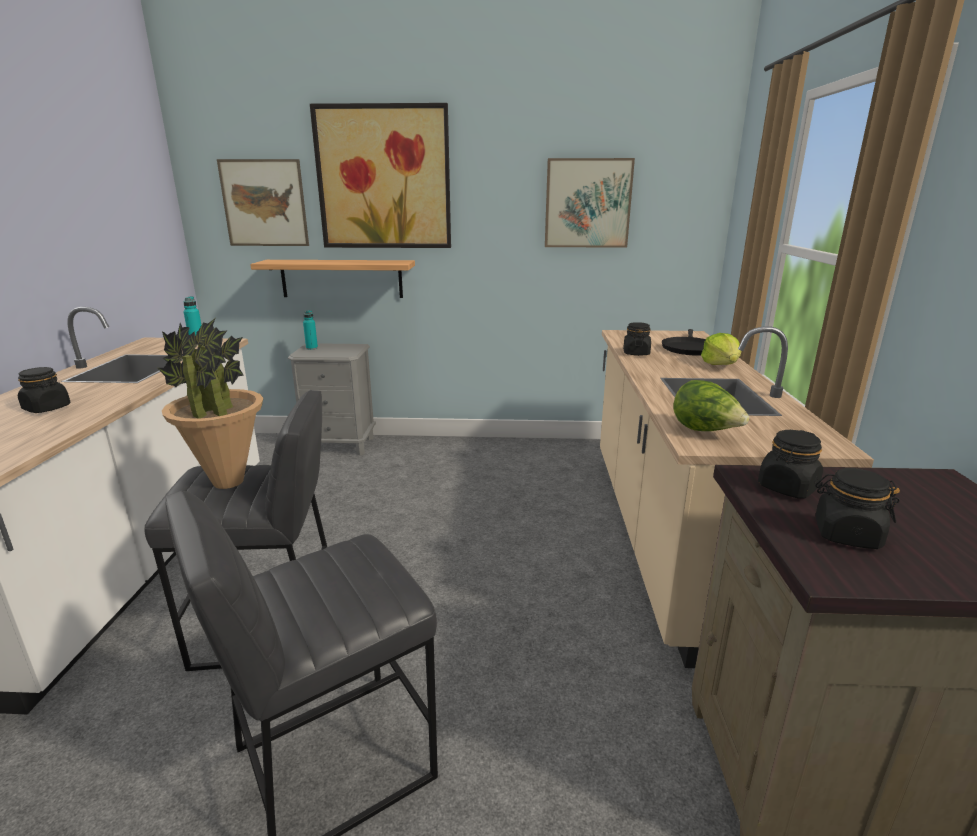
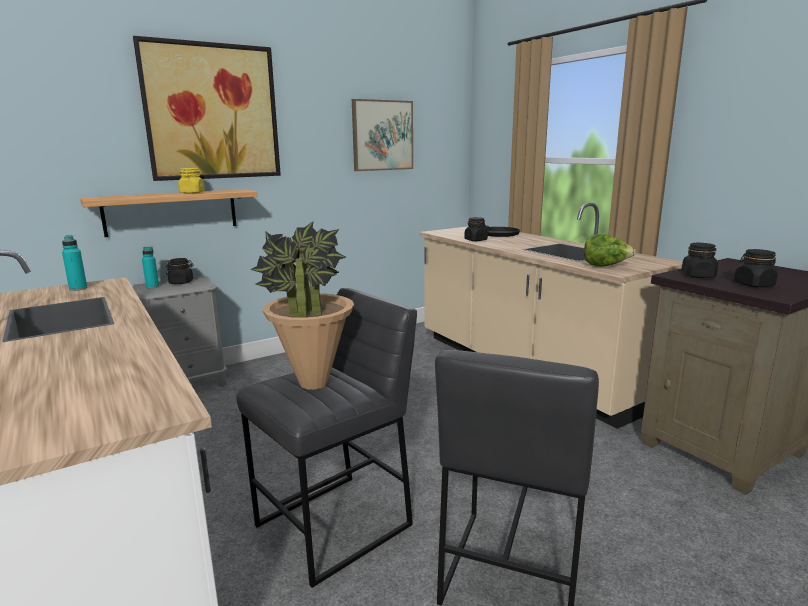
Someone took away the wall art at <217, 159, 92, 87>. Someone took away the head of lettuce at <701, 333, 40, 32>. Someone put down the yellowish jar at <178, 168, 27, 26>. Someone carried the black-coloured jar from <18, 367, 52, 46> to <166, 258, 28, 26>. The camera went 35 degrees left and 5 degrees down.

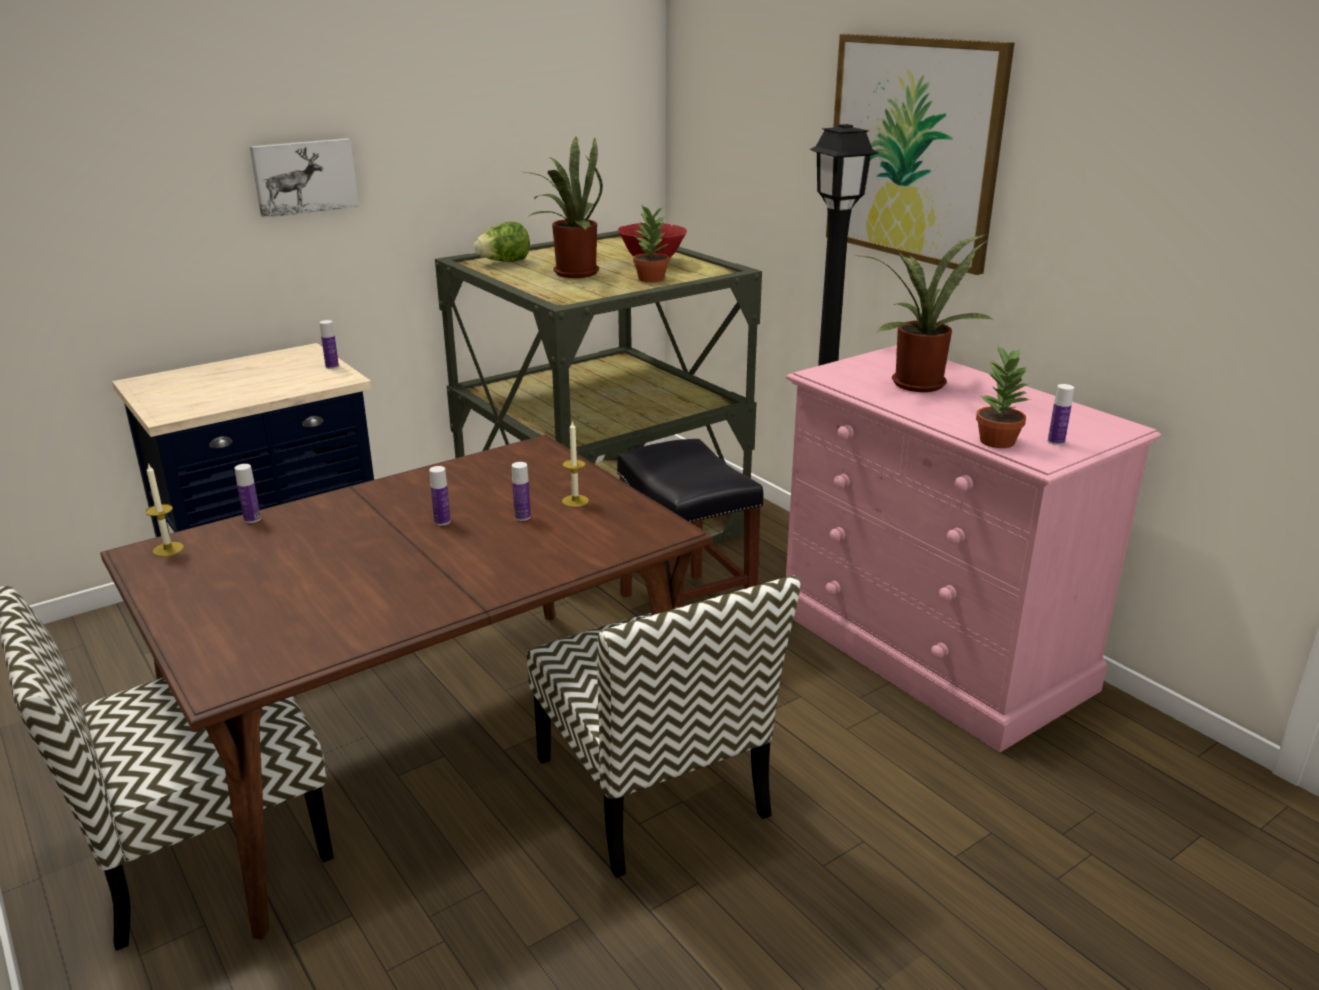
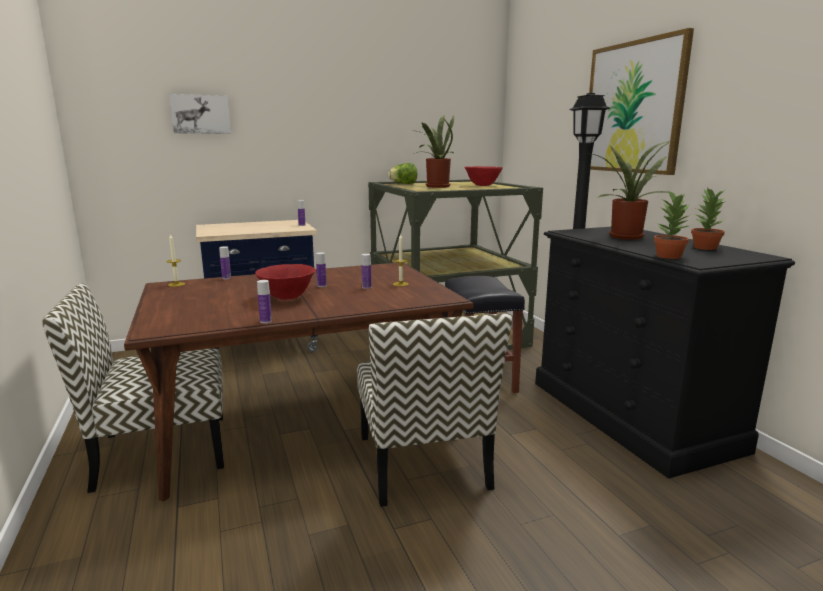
Someone put down the reddish bowl at <255, 264, 61, 36>. Someone carried the wall art from <250, 138, 109, 80> to <169, 94, 62, 40>. Someone carried the plant in a pot from <633, 206, 36, 76> to <691, 187, 35, 63>. Someone carried the drink bottle from <1048, 384, 26, 61> to <257, 280, 15, 43>. Someone repainted the pink-coloured drawer chest at <786, 345, 375, 408>, which became the black-coloured drawer chest at <535, 227, 260, 252>. The camera went 15 degrees right and 10 degrees down.

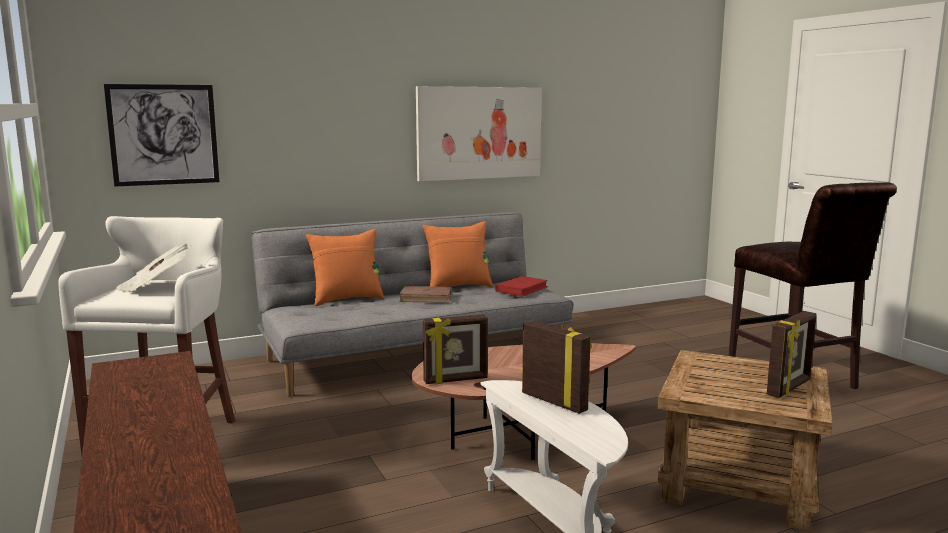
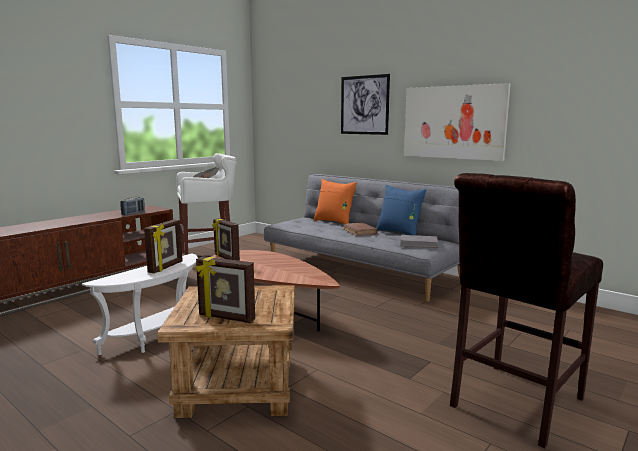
Someone put down the radio at <120, 197, 25, 18>. Someone carried the wall art from <104, 84, 115, 102> to <341, 74, 49, 61>. Someone repainted the orange cushion at <422, 221, 71, 66>, which became the blue-coloured cushion at <376, 185, 50, 50>. Someone repainted the reddish bound book at <495, 276, 54, 21>, which became the greyish bound book at <400, 235, 38, 13>. The camera went 65 degrees right and 0 degrees up.

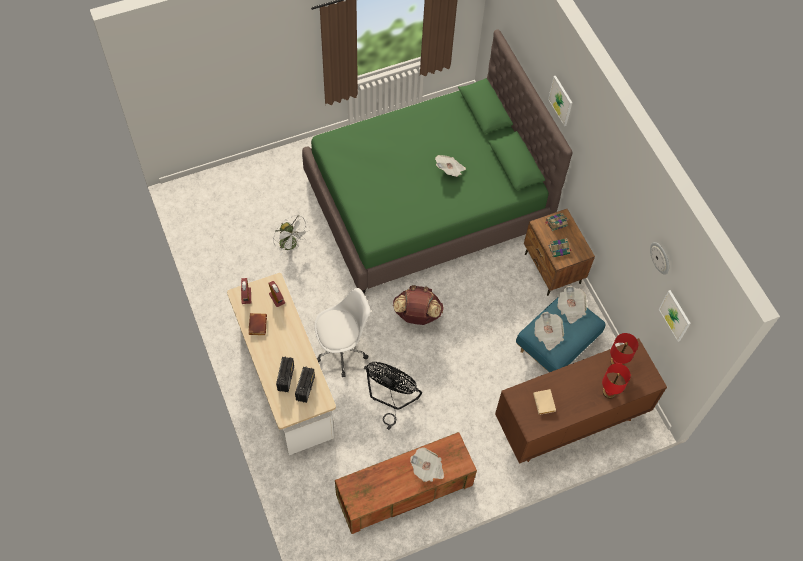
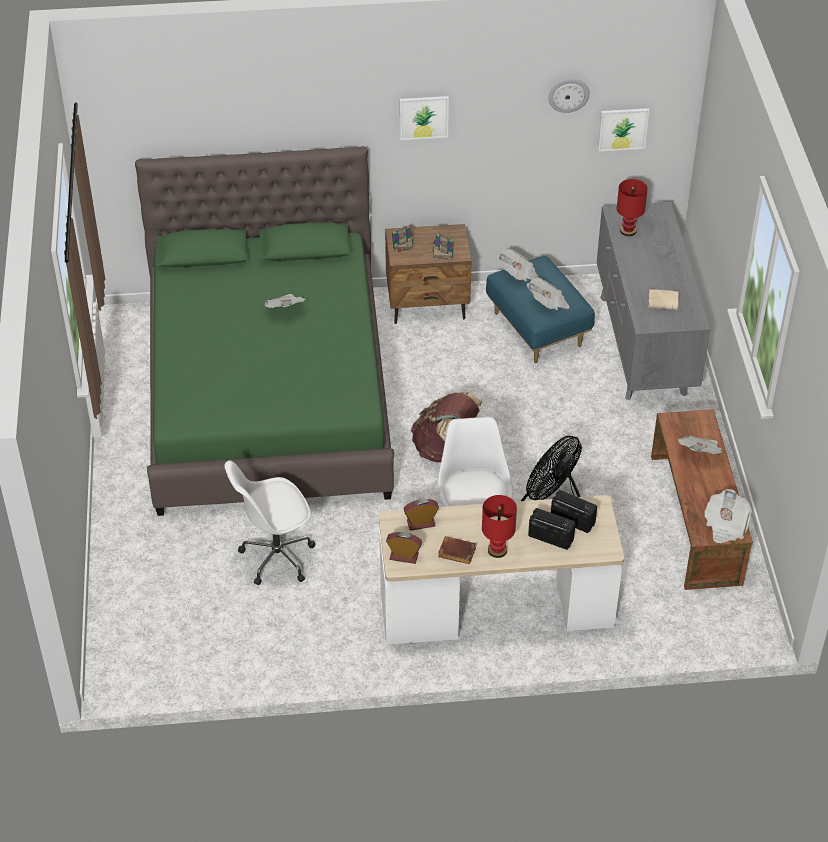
Someone put down the newspaper at <704, 489, 48, 54>. Someone carried the wall art from <548, 76, 24, 50> to <400, 96, 49, 44>. Someone carried the reddish lamp for a table from <602, 363, 29, 36> to <482, 495, 35, 63>. Someone swapped the white-coloured fan at <273, 215, 36, 41> for the white-coloured office chair at <224, 460, 92, 125>. Someone repainted the brownish drawer chest at <495, 338, 172, 126>, which became the greyish drawer chest at <597, 202, 113, 198>. The camera went 70 degrees left and 15 degrees down.

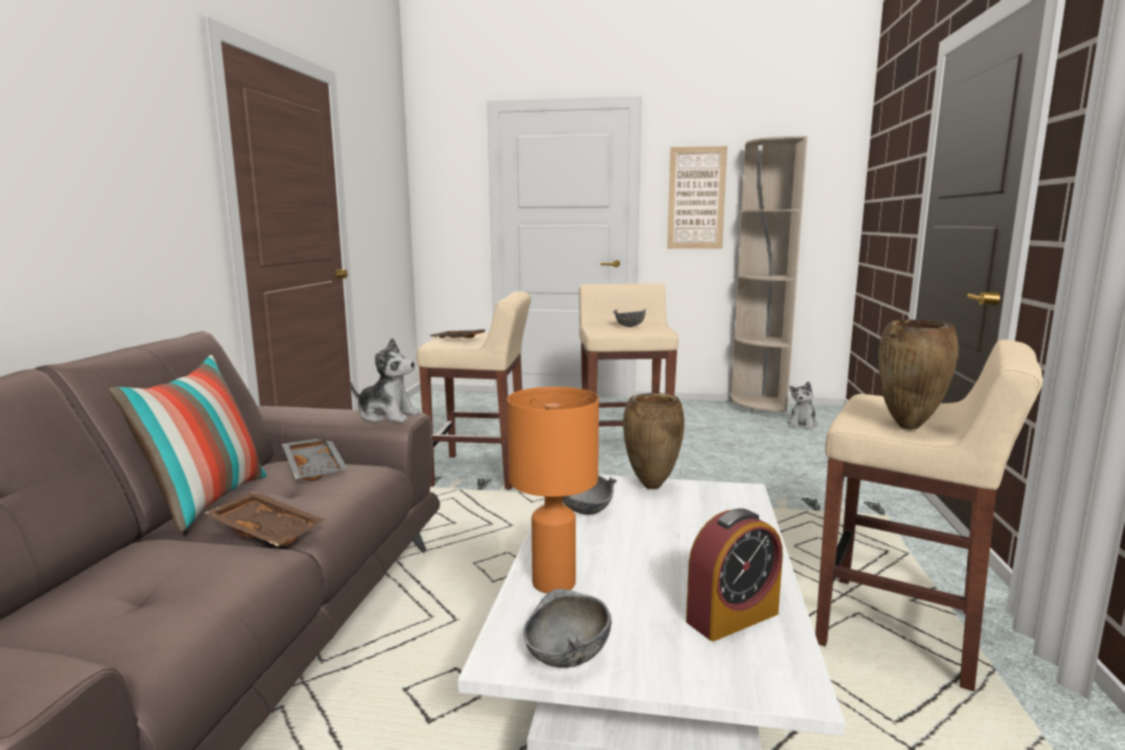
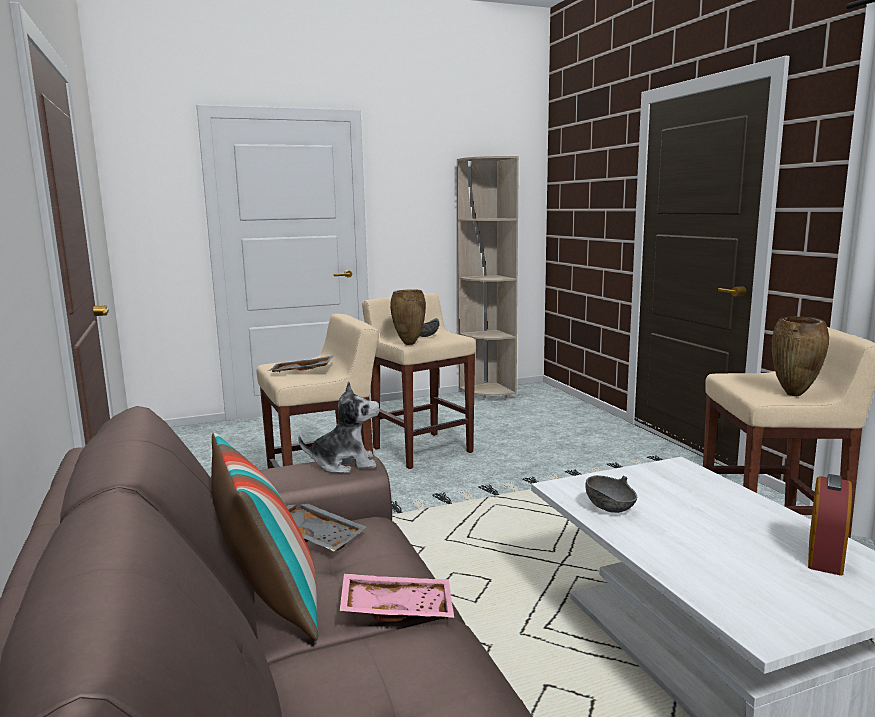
Someone took away the orange lamp for a table at <507, 387, 92, 207>. Someone took away the greyish bowl at <523, 589, 88, 79>. Someone took away the wall art at <667, 146, 60, 103>. Someone took away the cuddly toy at <787, 381, 31, 49>. Someone carried the brownish vase from <623, 393, 61, 96> to <390, 289, 36, 56>. Someone repainted the brownish tray at <204, 491, 122, 55>, which became the pink-coloured tray at <340, 573, 114, 49>. The camera went 30 degrees left and 0 degrees up.

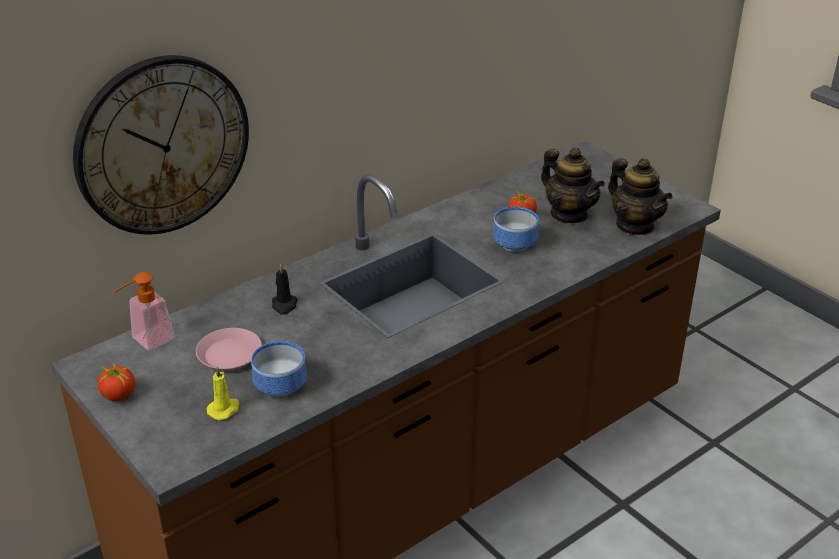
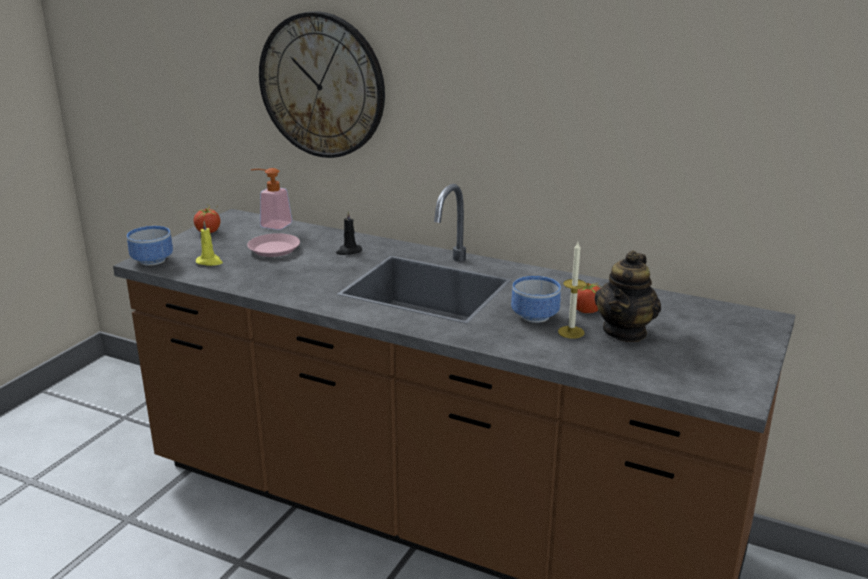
Someone took away the pot for tea at <608, 158, 65, 77>. Someone put down the wax light at <558, 242, 28, 97>. Someone carried the bowl from <251, 341, 56, 56> to <127, 226, 46, 40>. The camera went 65 degrees right and 10 degrees down.

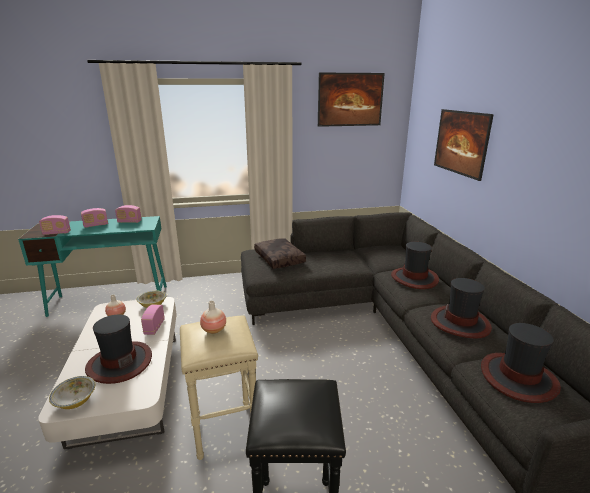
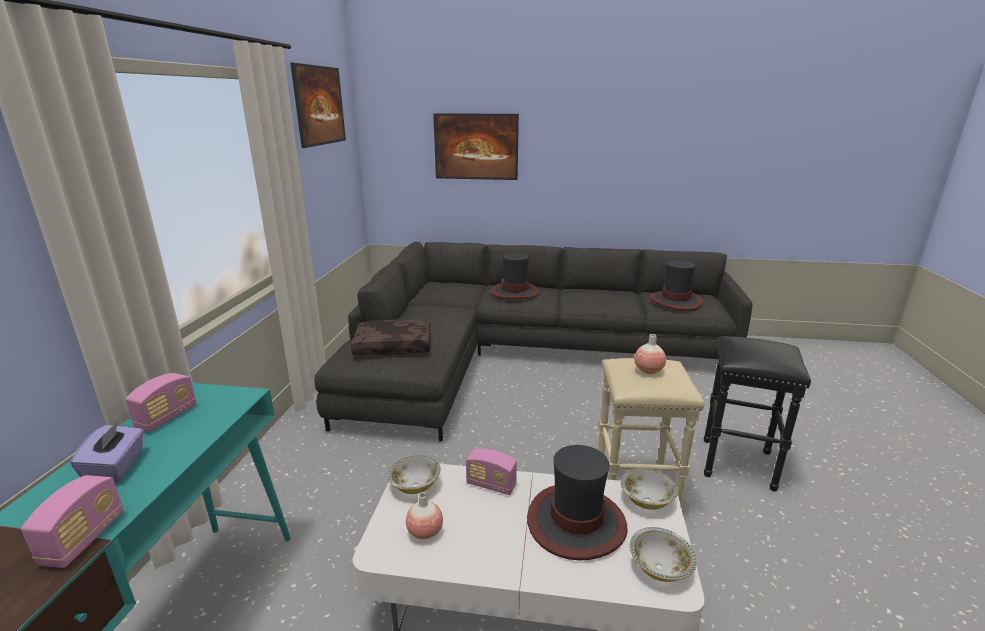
Someone took away the clothing hat at <431, 278, 61, 60>. Someone put down the bowl at <621, 468, 57, 42>. Someone swapped the radio at <81, 208, 27, 20> for the purplish box of tissues at <70, 421, 74, 61>. The camera went 70 degrees left and 0 degrees up.

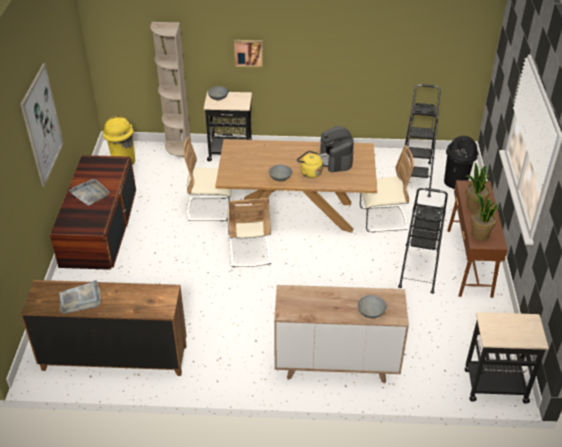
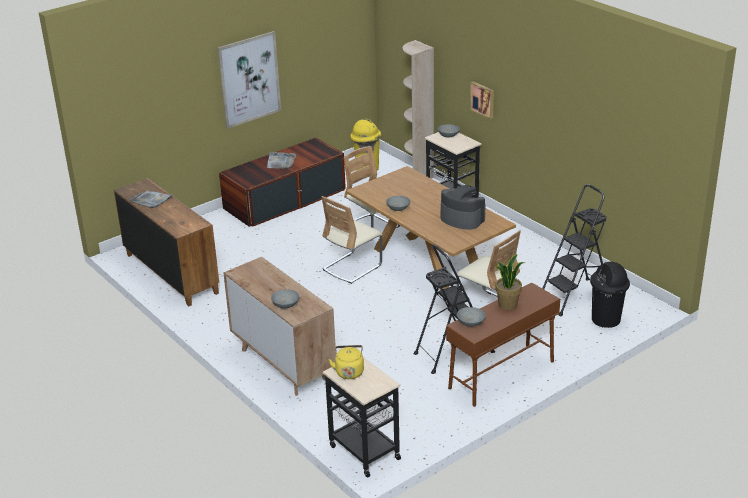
Someone carried the yellowish water kettle from <297, 151, 26, 27> to <329, 345, 35, 34>. Someone swapped the plant in a pot at <471, 194, 29, 47> for the greyish bowl at <457, 307, 29, 20>. Someone rotated the coffee brewer at <319, 126, 35, 46> by 90 degrees clockwise. The camera went 50 degrees right and 10 degrees down.

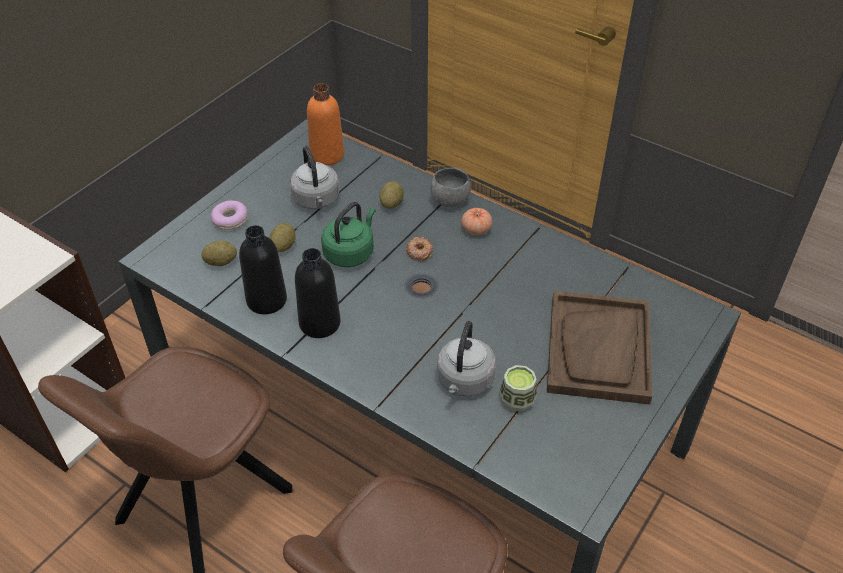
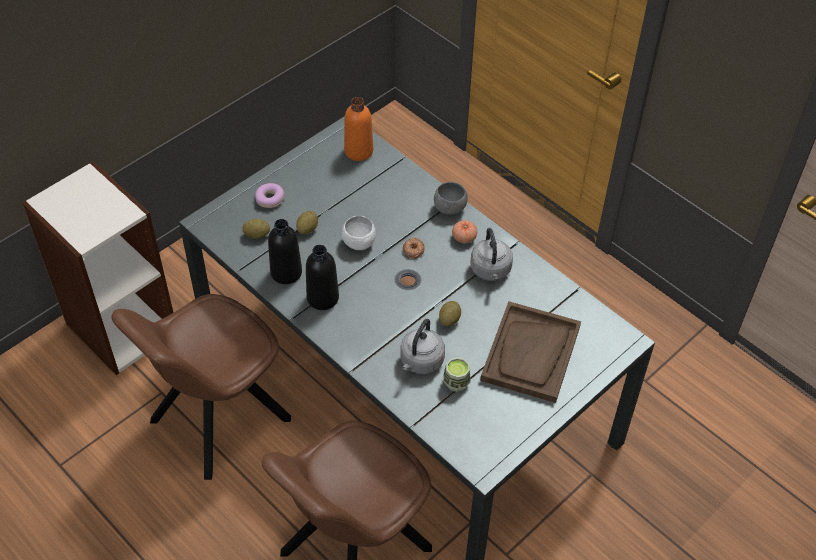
Someone carried the greyish water kettle from <290, 146, 50, 63> to <471, 228, 42, 53>. Someone carried the spud from <379, 181, 25, 28> to <439, 301, 22, 26>. Someone swapped the green-coloured water kettle at <321, 202, 55, 65> for the white-coloured bowl at <342, 215, 34, 35>. The camera went 10 degrees right and 5 degrees up.

